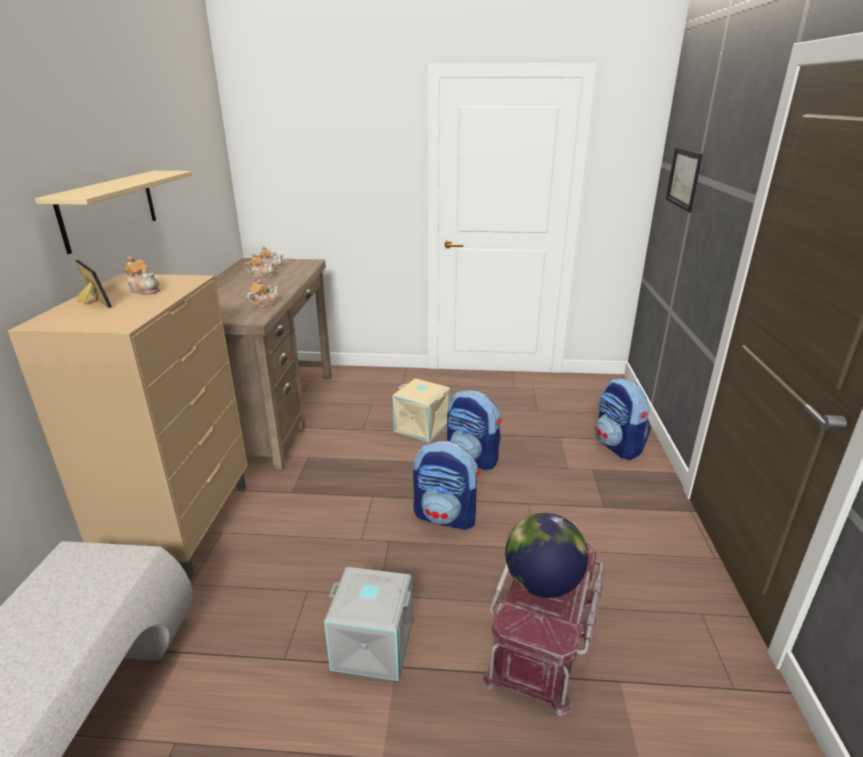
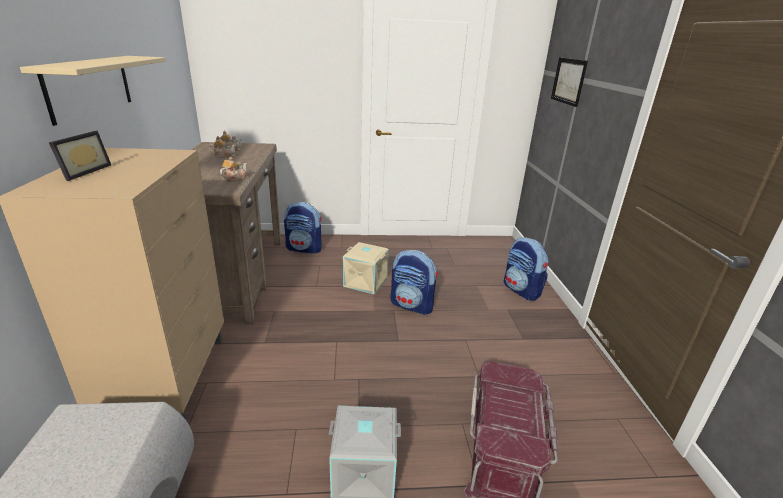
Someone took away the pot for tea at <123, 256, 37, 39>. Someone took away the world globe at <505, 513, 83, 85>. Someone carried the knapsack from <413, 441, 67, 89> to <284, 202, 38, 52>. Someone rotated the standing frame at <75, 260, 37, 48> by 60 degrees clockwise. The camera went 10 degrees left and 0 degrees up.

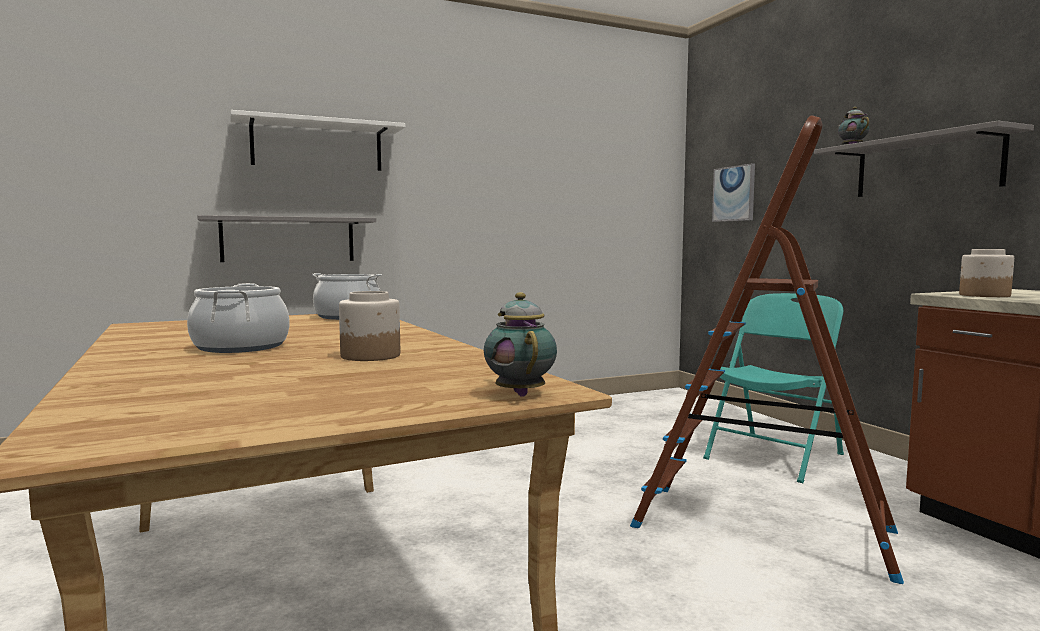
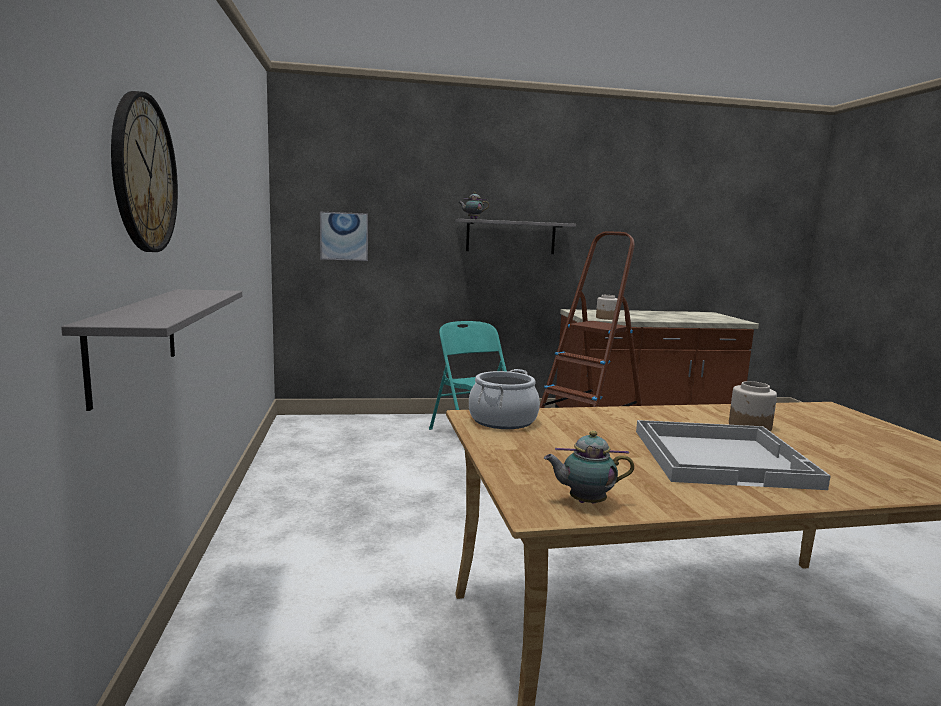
Someone carried the pot for tea from <484, 292, 73, 105> to <544, 431, 90, 73>. Someone swapped the saucepot at <187, 283, 102, 70> for the white-coloured tray at <636, 420, 195, 70>. Someone swapped the white-coloured wall shelf at <230, 110, 176, 61> for the clock on the wall at <111, 91, 67, 161>. The camera went 75 degrees left and 5 degrees up.

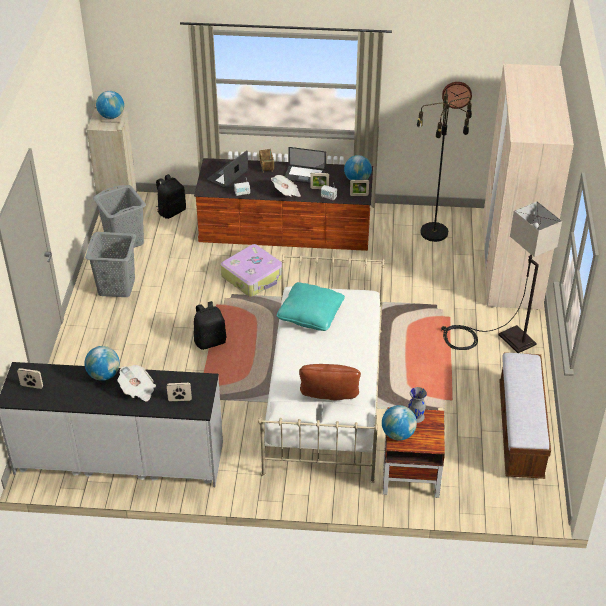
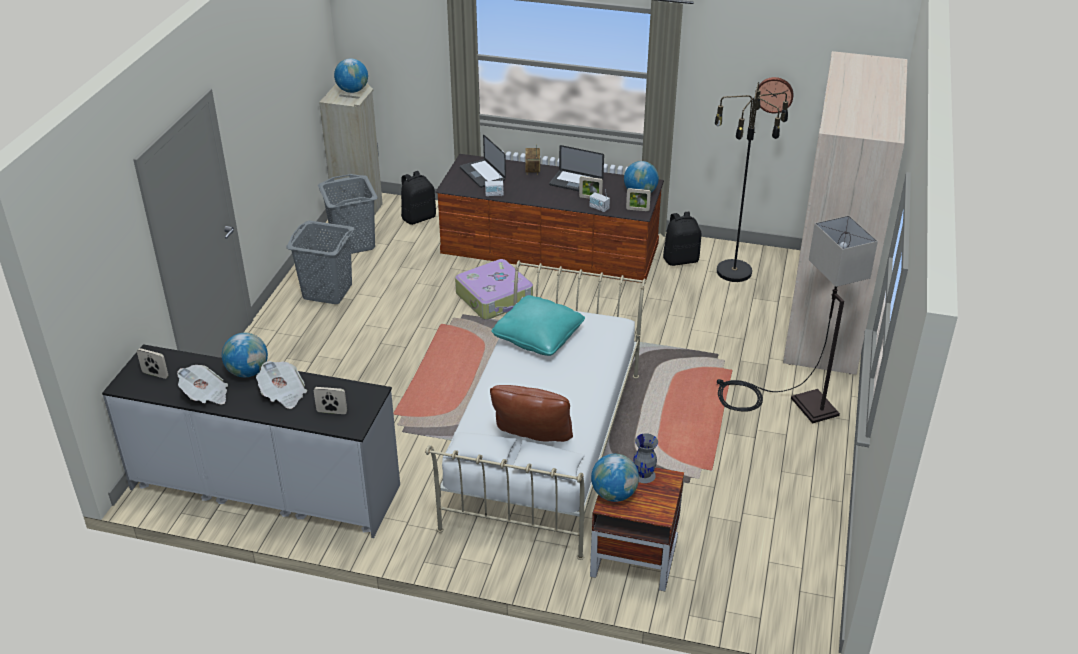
Someone took away the long seat at <499, 352, 52, 127>. Someone carried the black-coloured knapsack from <194, 301, 32, 49> to <663, 212, 38, 54>. Someone carried the newspaper from <271, 175, 30, 22> to <177, 365, 51, 40>. Someone rotated the portable computer at <207, 150, 41, 38> by 75 degrees counterclockwise. The camera went 10 degrees right and 5 degrees down.

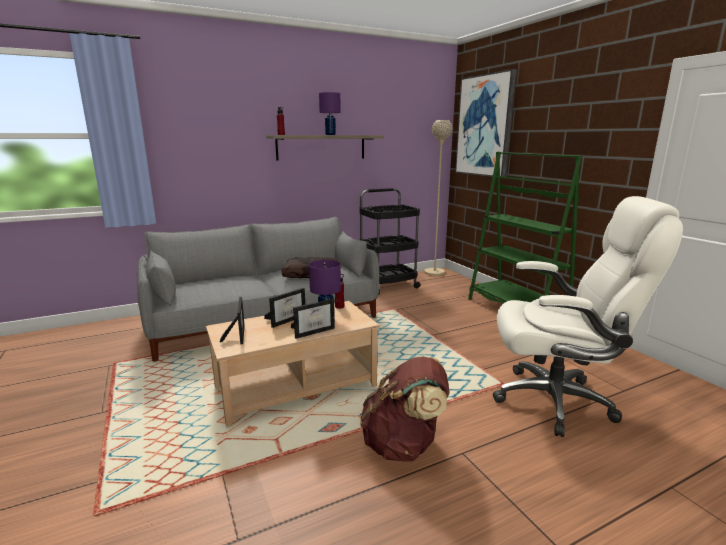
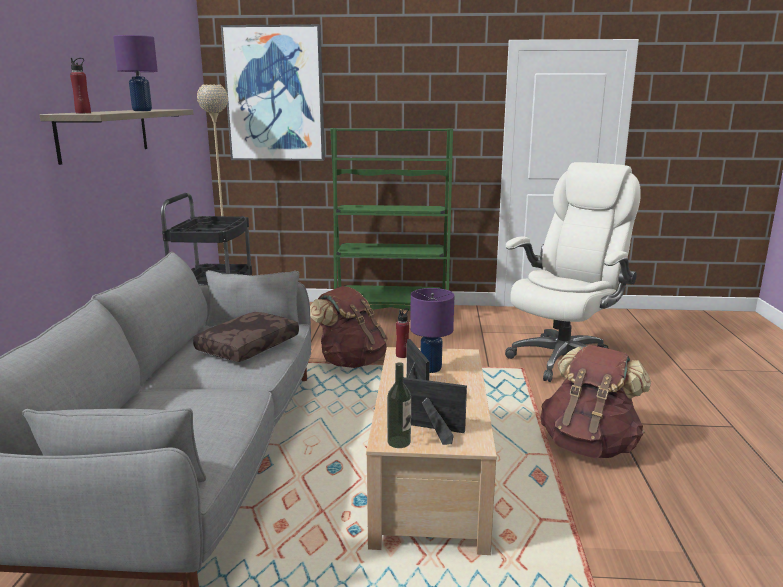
Someone took away the standing frame at <291, 299, 44, 40>. Someone put down the brownish knapsack at <310, 286, 78, 82>. Someone put down the drink bottle at <387, 362, 24, 86>. The camera went 60 degrees left and 0 degrees up.

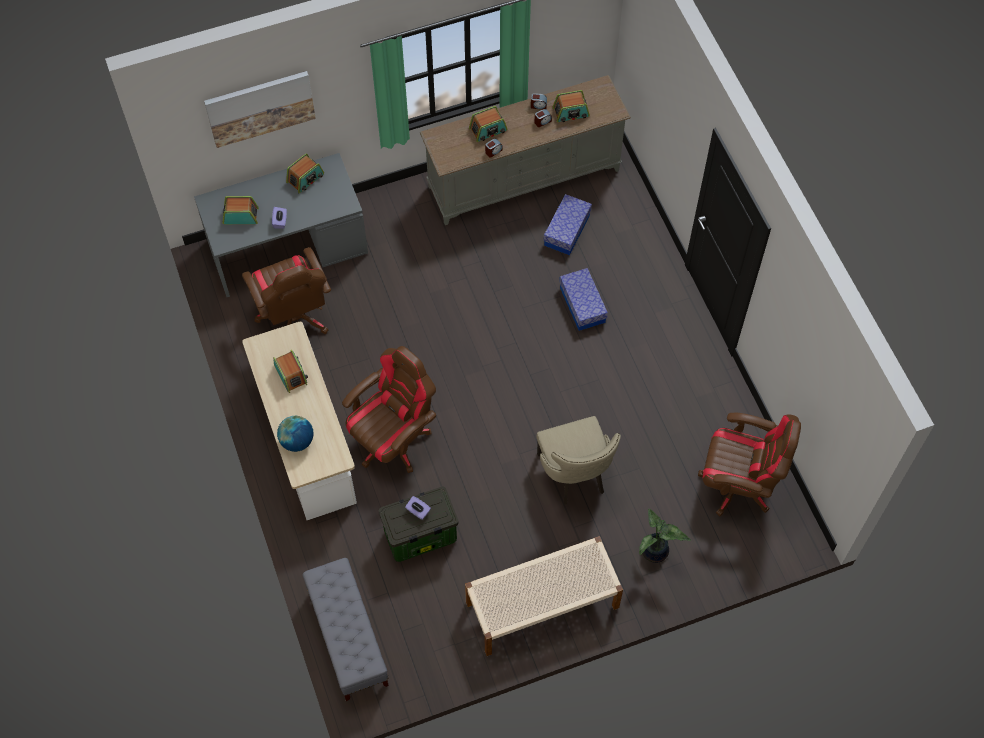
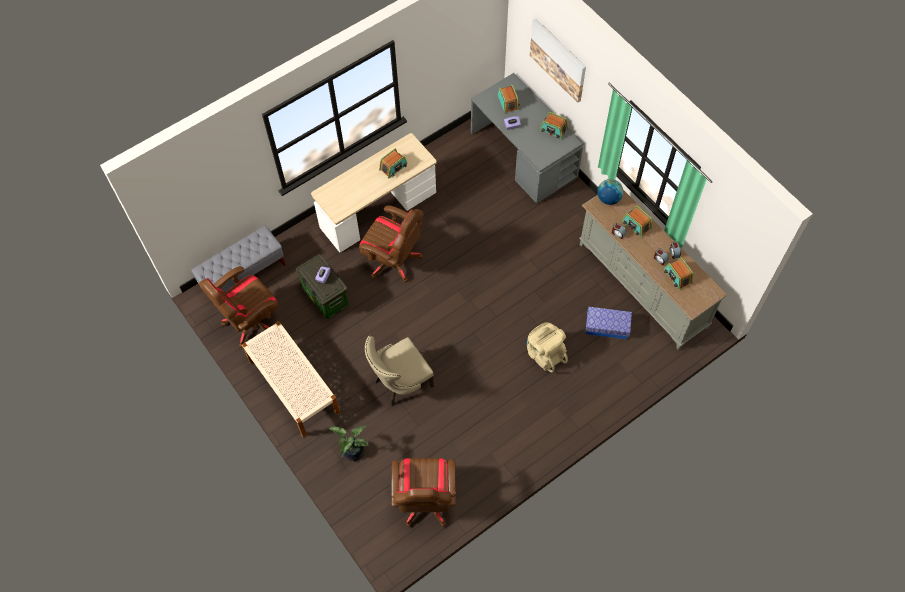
Someone carried the brownish office chair from <242, 247, 89, 87> to <199, 266, 79, 82>. Someone carried the world globe from <277, 416, 37, 36> to <597, 179, 26, 26>. Someone swapped the storage box at <559, 268, 49, 63> for the sand-coloured knapsack at <527, 322, 41, 50>. The camera went 75 degrees right and 0 degrees up.

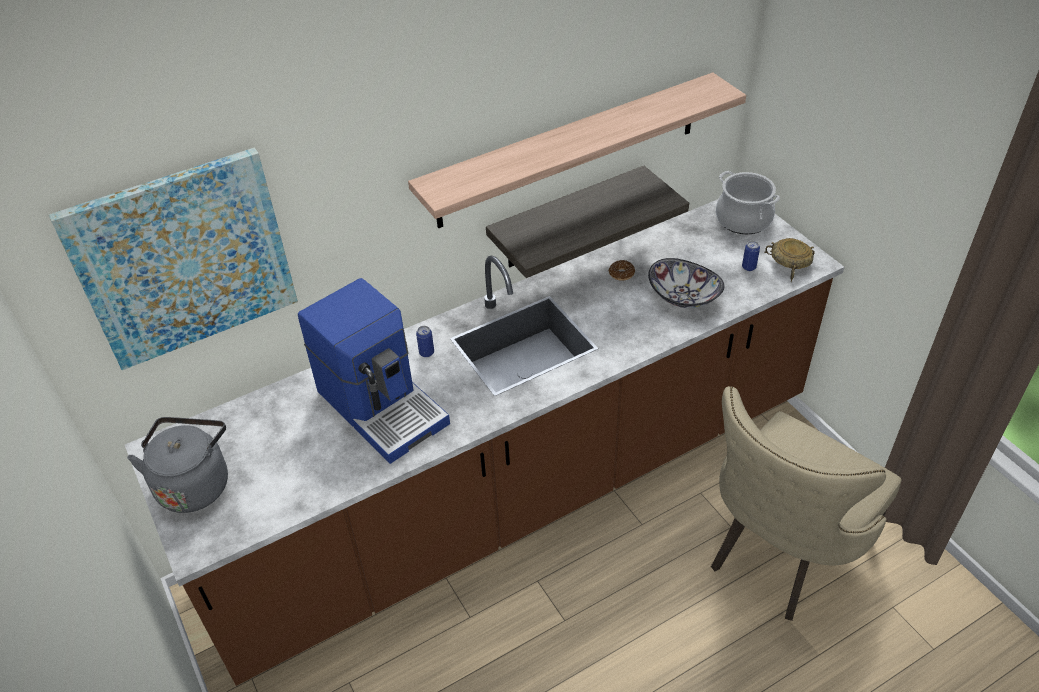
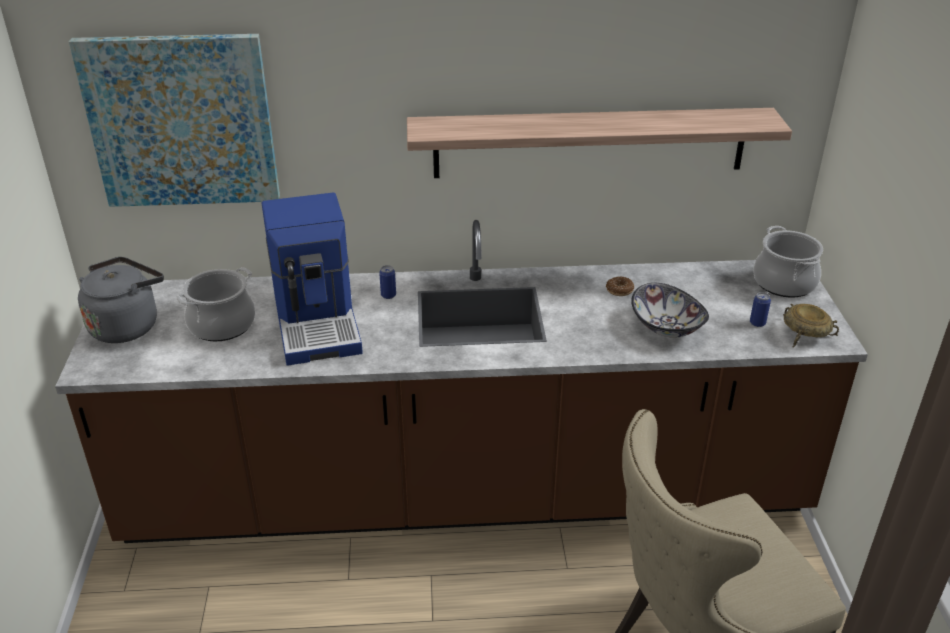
Someone took away the wall shelf at <486, 166, 203, 112>. Someone put down the saucepot at <176, 267, 79, 74>. The camera went 25 degrees right and 10 degrees down.

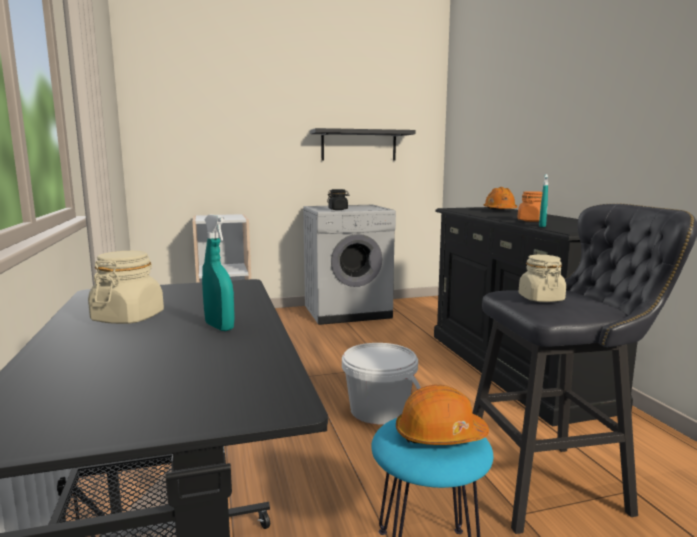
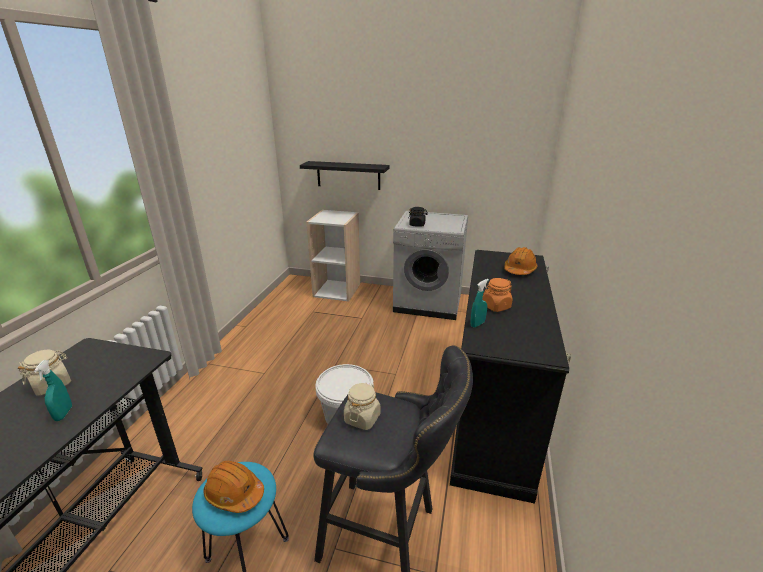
Someone carried the black-coloured wall shelf from <310, 128, 105, 33> to <300, 161, 90, 29>. The camera went 30 degrees right and 15 degrees up.

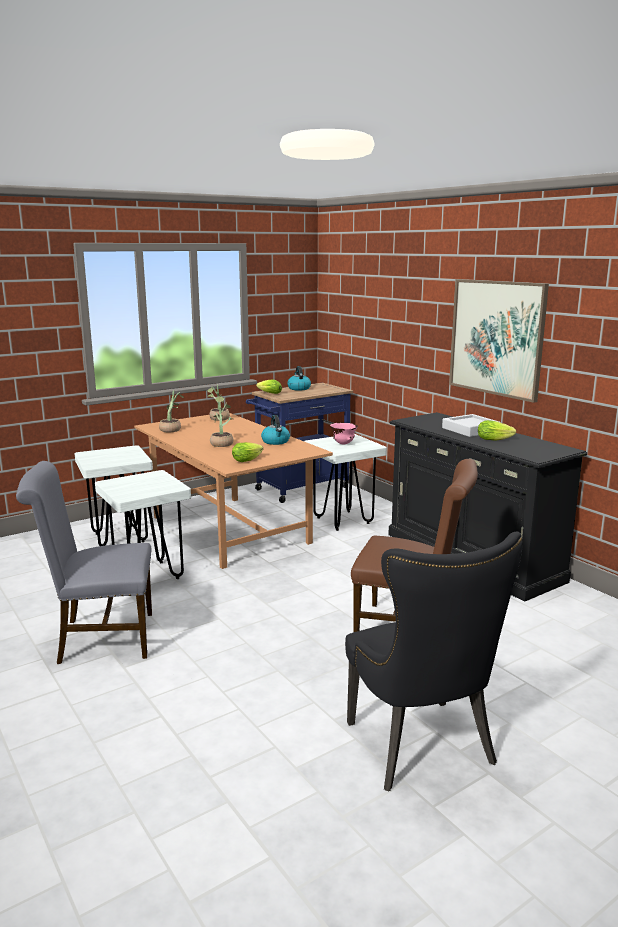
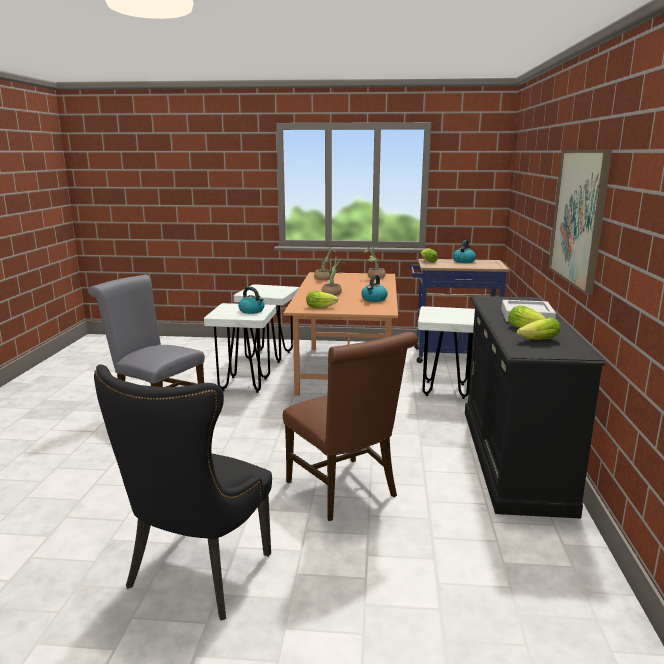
Someone took away the pink-coloured bowl at <330, 423, 28, 22>. Someone put down the water kettle at <238, 287, 27, 27>. Someone put down the head of lettuce at <517, 318, 44, 22>. The camera went 40 degrees right and 0 degrees up.

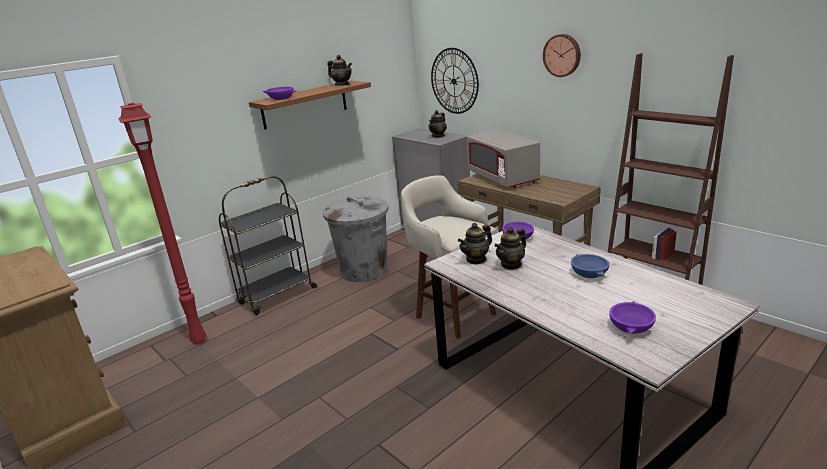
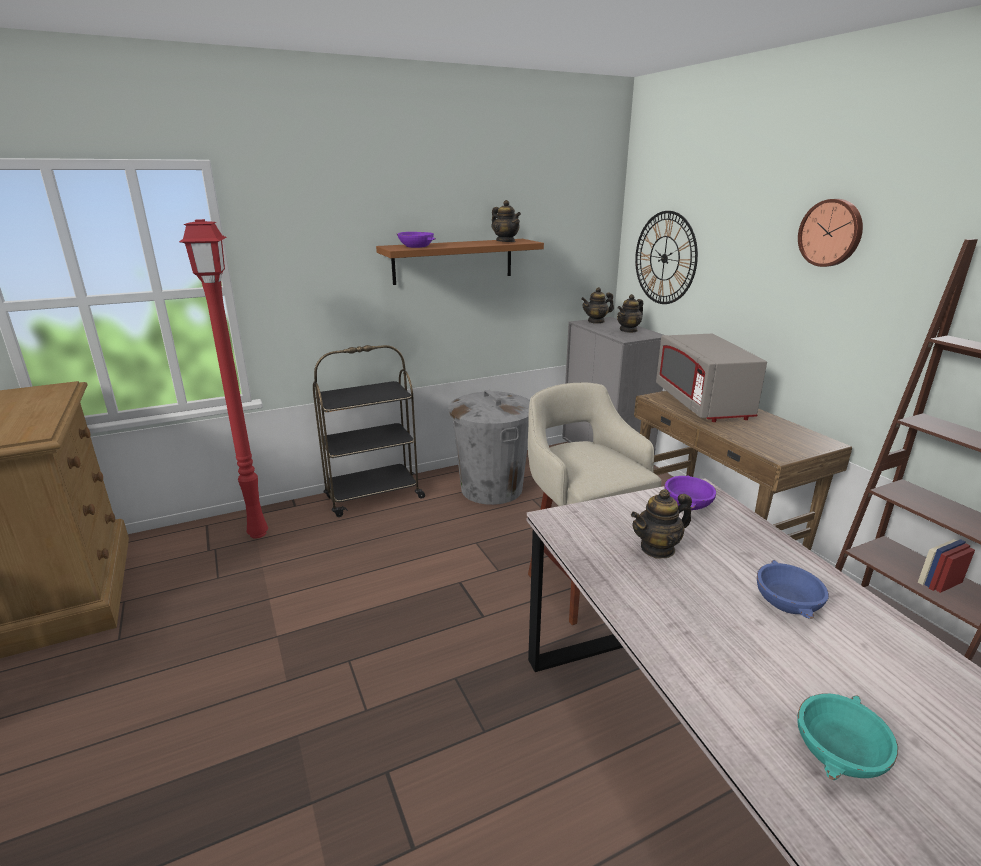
Someone carried the pot for tea from <458, 223, 34, 41> to <581, 287, 33, 37>. Someone repainted the purplish bowl at <609, 301, 47, 33>, which became the blue-green bowl at <797, 693, 101, 87>. The camera went 15 degrees right and 0 degrees up.

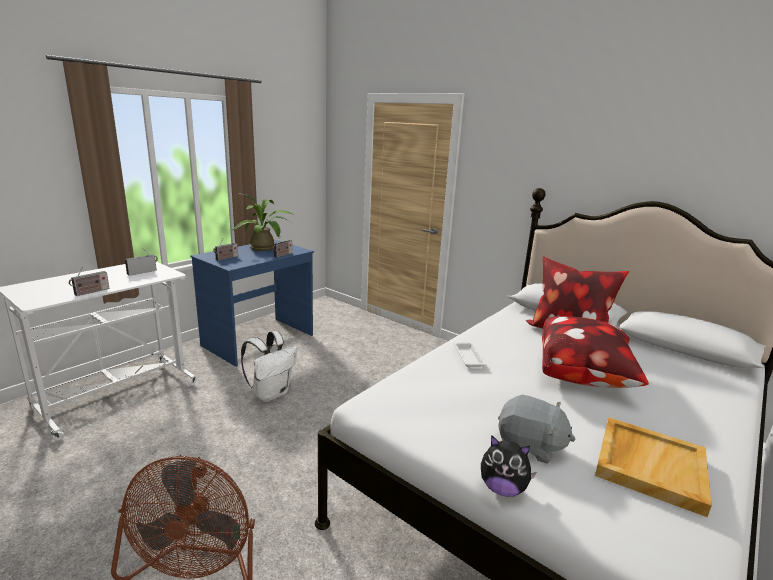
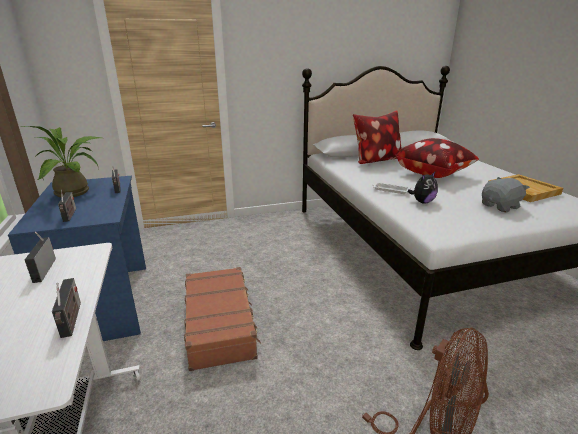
Someone carried the cuddly toy from <481, 435, 55, 62> to <407, 172, 31, 32>. Someone swapped the white-coloured knapsack at <241, 331, 56, 71> for the brownish suitcase at <184, 267, 77, 104>. The camera went 55 degrees left and 5 degrees up.

